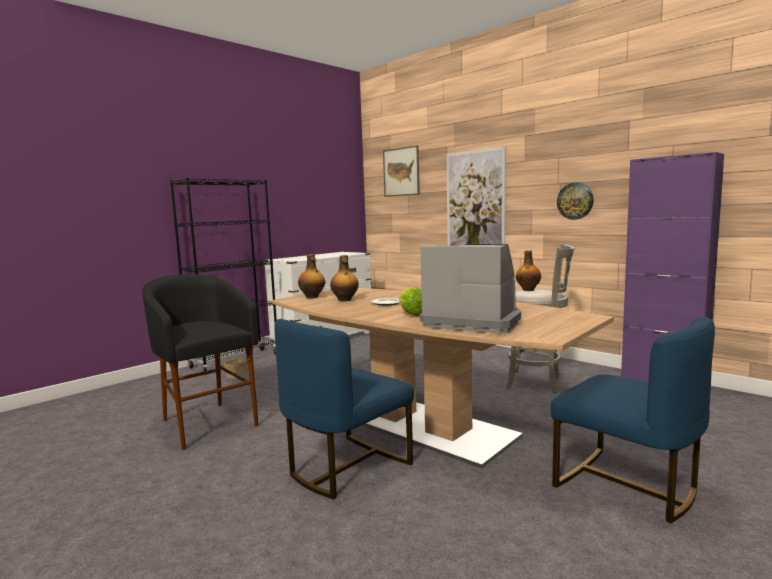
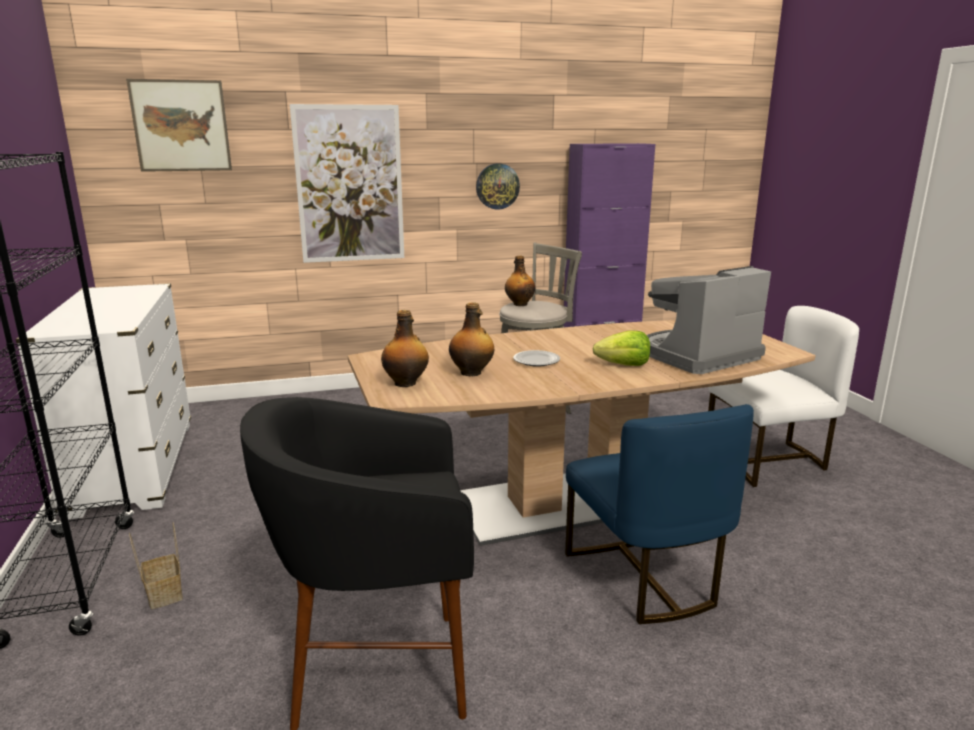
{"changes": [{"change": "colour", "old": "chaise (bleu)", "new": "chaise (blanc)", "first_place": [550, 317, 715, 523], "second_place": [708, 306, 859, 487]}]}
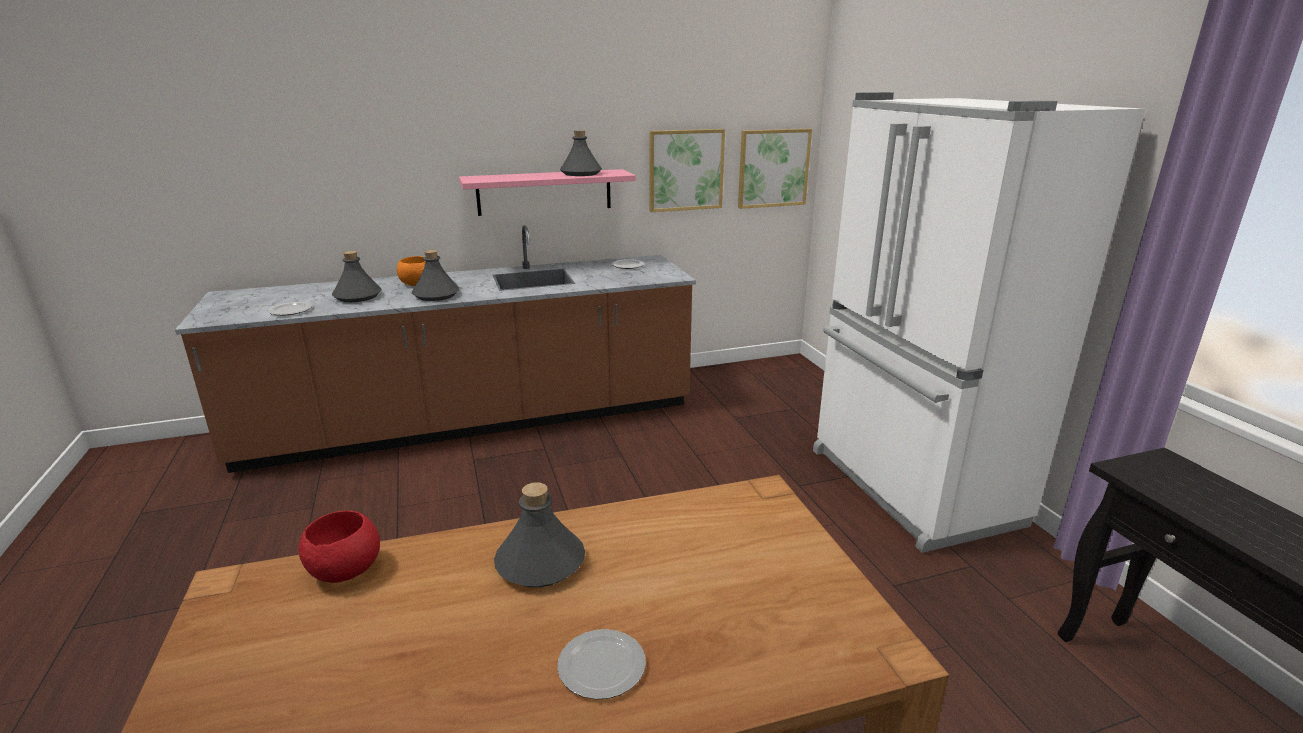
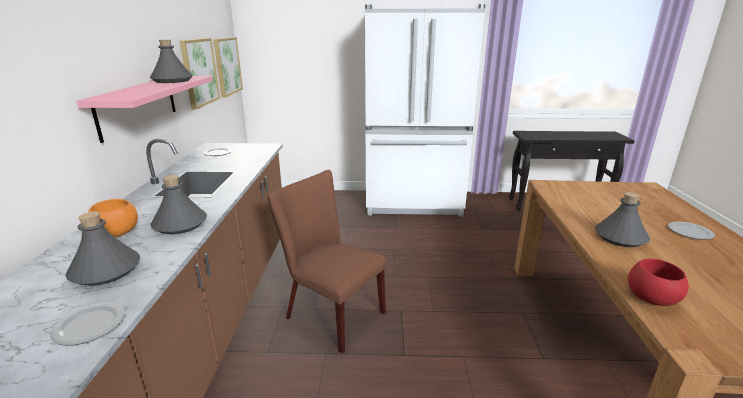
{"changes": [{"change": "appeared", "new": "chaise (marron)", "second_place": [268, 170, 387, 353]}]}
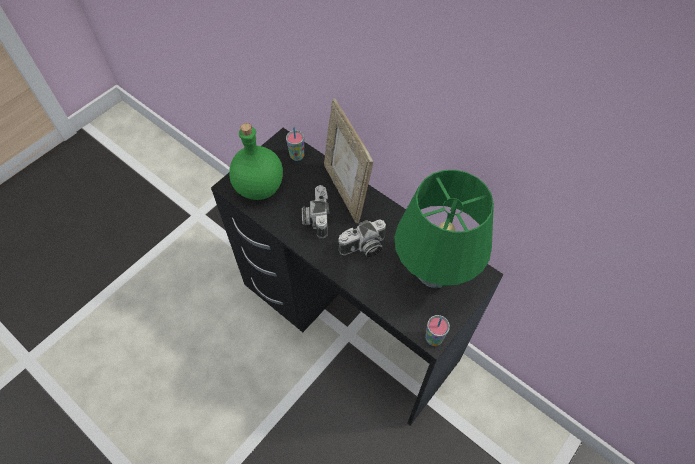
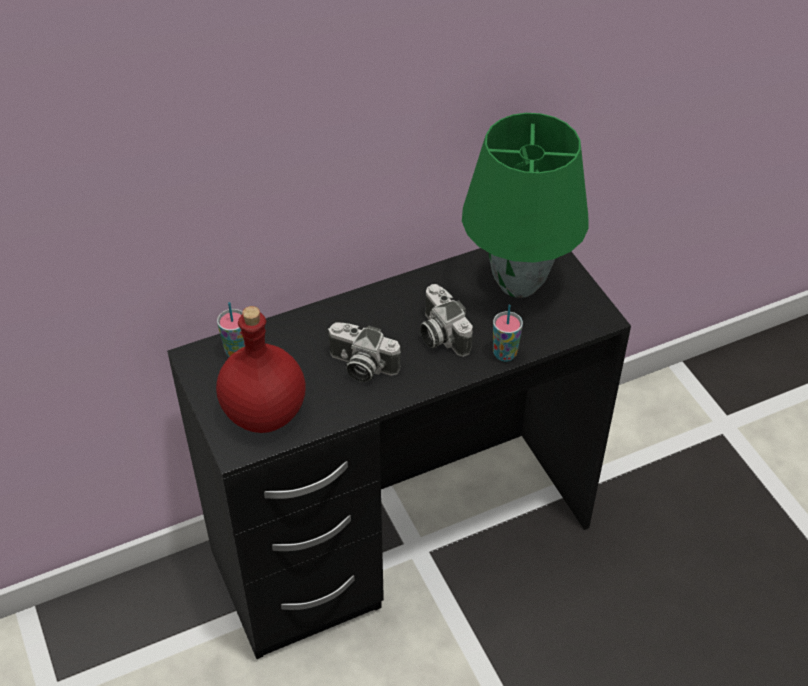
{"changes": [{"change": "missing", "old": "cadre photo", "first_place": [324, 98, 373, 223]}, {"change": "colour", "old": "bouteille (vert)", "new": "bouteille (rouge)", "first_place": [229, 123, 283, 200], "second_place": [216, 306, 306, 433]}, {"change": "spun", "old": "appareil photo", "first_place": [338, 219, 386, 257], "second_place": [420, 284, 473, 357], "degrees": 150}, {"change": "relocated", "old": "tasse", "first_place": [425, 315, 450, 346], "second_place": [493, 305, 523, 362]}]}
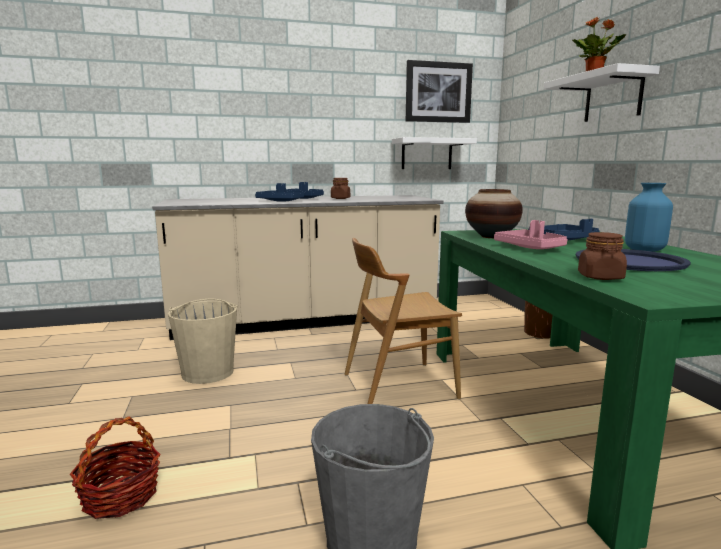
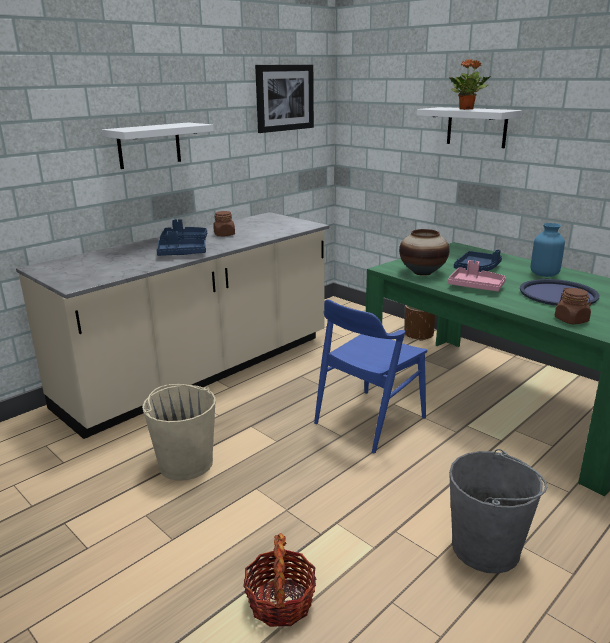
{"changes": [{"change": "relocated", "old": "étagère (blanc)", "first_place": [392, 137, 477, 169], "second_place": [102, 122, 213, 169]}, {"change": "colour", "old": "chaise (marron)", "new": "chaise (bleu)", "first_place": [345, 238, 462, 404], "second_place": [314, 300, 427, 454]}]}
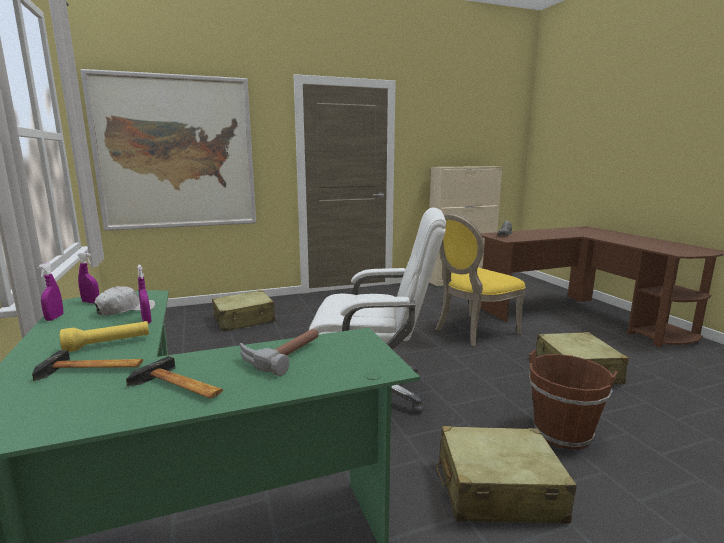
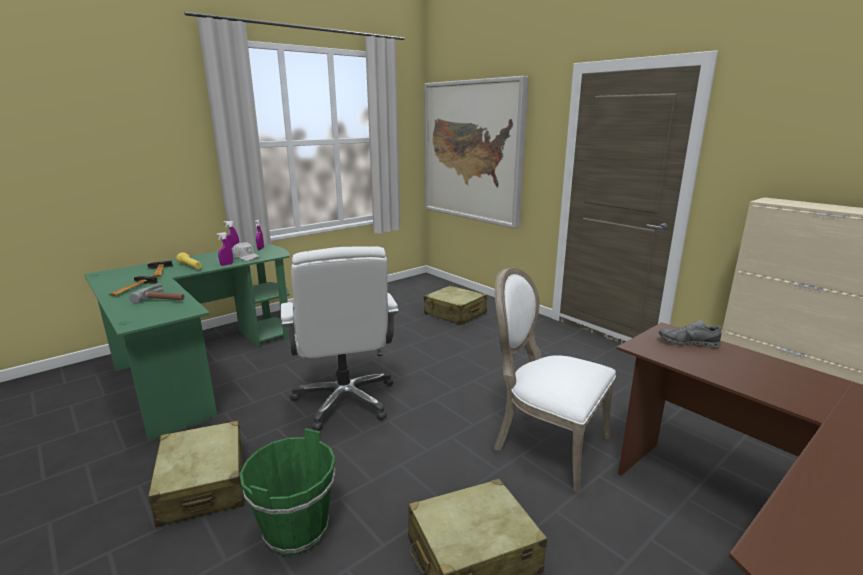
{"changes": [{"change": "colour", "old": "chaise (jaune)", "new": "chaise (blanc)", "first_place": [436, 213, 526, 346], "second_place": [494, 268, 616, 493]}, {"change": "colour", "old": "seau (marron)", "new": "seau (vert)", "first_place": [529, 350, 618, 449], "second_place": [240, 428, 336, 556]}]}
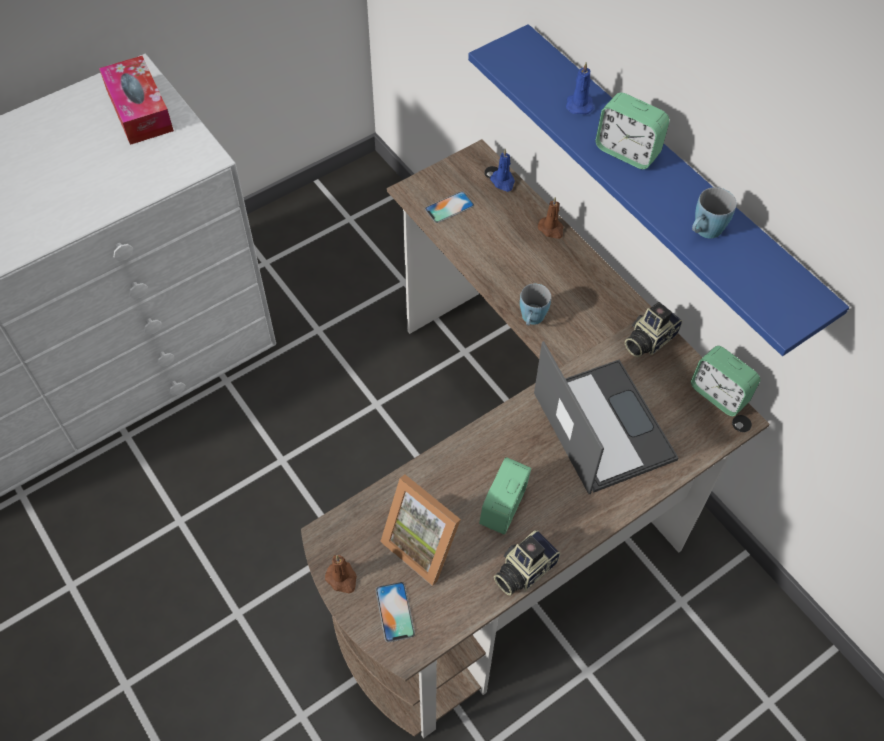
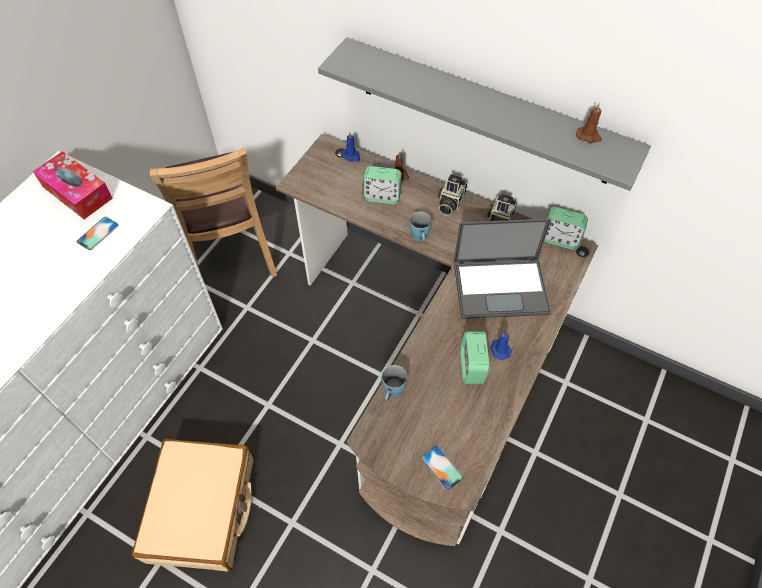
{"changes": [{"change": "colour", "old": "étagère (bleu)", "new": "étagère (gris)", "first_place": [468, 24, 849, 356], "second_place": [318, 37, 651, 191]}, {"change": "relocated", "old": "bougie (bleu)", "first_place": [566, 62, 594, 114], "second_place": [490, 331, 512, 360]}, {"change": "relocated", "old": "réveil", "first_place": [596, 93, 670, 169], "second_place": [362, 166, 402, 204]}, {"change": "relocated", "old": "mug (bleu)", "first_place": [692, 187, 737, 239], "second_place": [382, 365, 407, 401]}, {"change": "relocated", "old": "téléphone", "first_place": [425, 191, 474, 223], "second_place": [77, 217, 119, 250]}, {"change": "spun", "old": "ordinateur portable", "first_place": [534, 341, 678, 494], "second_place": [454, 219, 551, 319], "degrees": 135}, {"change": "missing", "old": "cadre photo", "first_place": [380, 475, 461, 586]}, {"change": "relocated", "old": "appareil photo", "first_place": [494, 530, 560, 596], "second_place": [438, 174, 468, 216]}, {"change": "relocated", "old": "bougie (marron)", "first_place": [325, 555, 357, 593], "second_place": [576, 103, 602, 143]}, {"change": "appeared", "new": "chaise (marron)", "second_place": [150, 148, 277, 277]}, {"change": "appeared", "new": "valise (beige)", "second_place": [132, 439, 254, 572]}]}
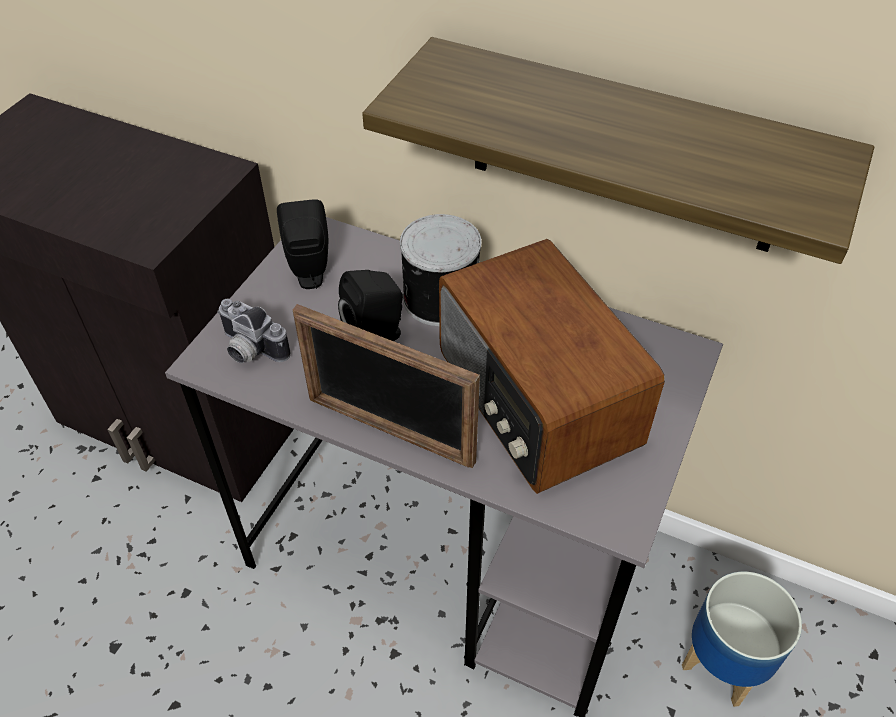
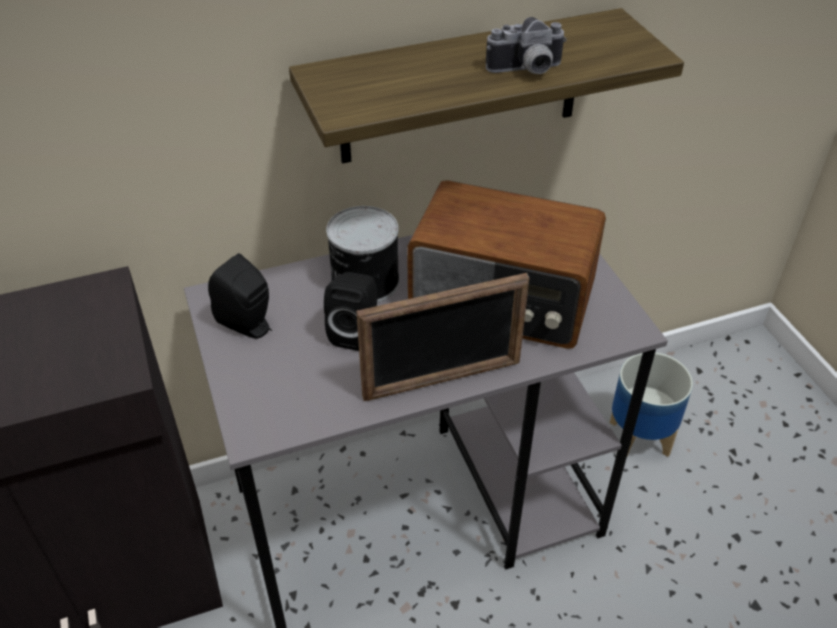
{"changes": [{"change": "relocated", "old": "appareil photo", "first_place": [217, 299, 290, 363], "second_place": [486, 17, 567, 74]}]}
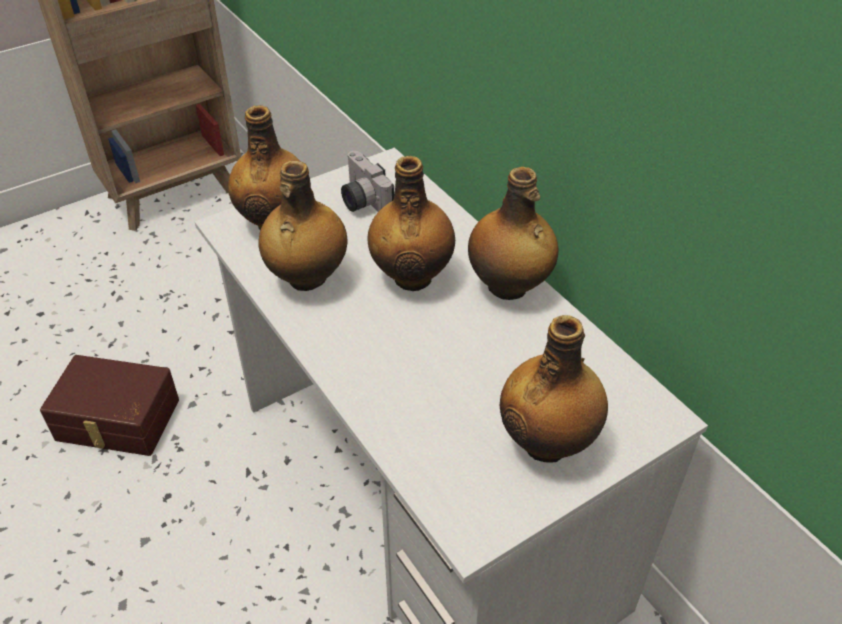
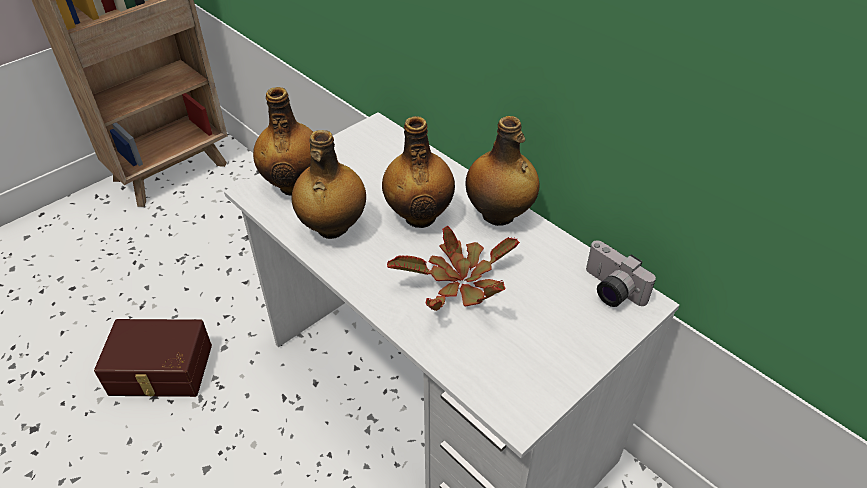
{"changes": [{"change": "relocated", "old": "appareil photo", "first_place": [341, 151, 394, 212], "second_place": [586, 240, 656, 307]}, {"change": "missing", "old": "bouteille", "first_place": [500, 315, 608, 463]}, {"change": "appeared", "new": "plante en pot", "second_place": [387, 226, 520, 311]}]}
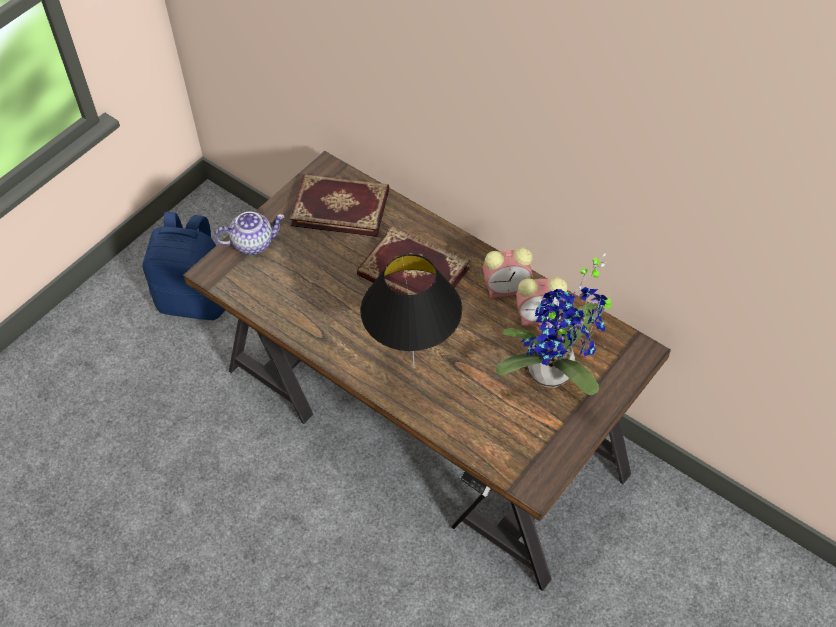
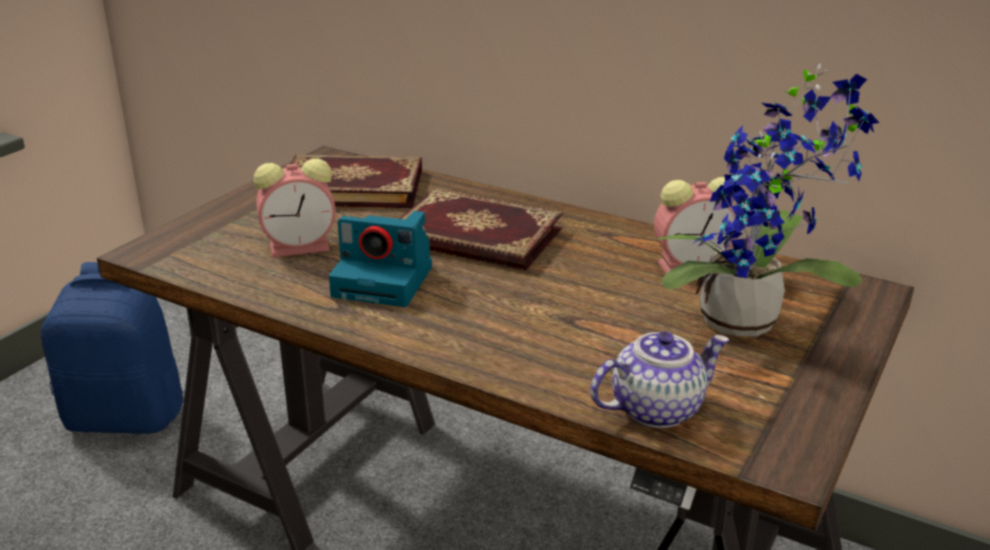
{"changes": [{"change": "relocated", "old": "théière", "first_place": [215, 212, 285, 255], "second_place": [590, 331, 729, 428]}, {"change": "relocated", "old": "réveil", "first_place": [483, 248, 533, 298], "second_place": [254, 158, 336, 257]}, {"change": "missing", "old": "lampe de table (noir)", "first_place": [361, 254, 462, 369]}, {"change": "appeared", "new": "appareil photo", "second_place": [329, 211, 432, 307]}]}
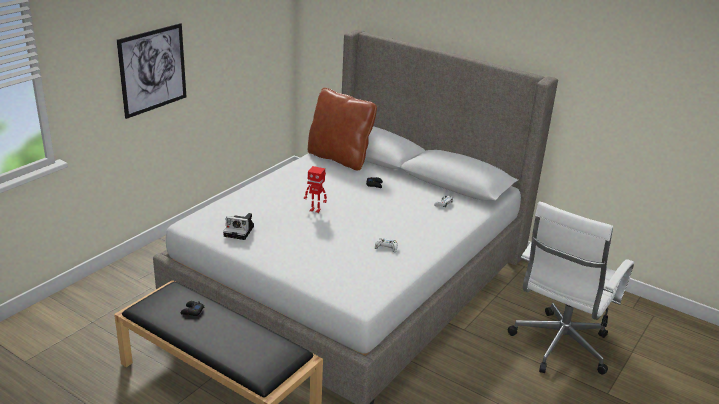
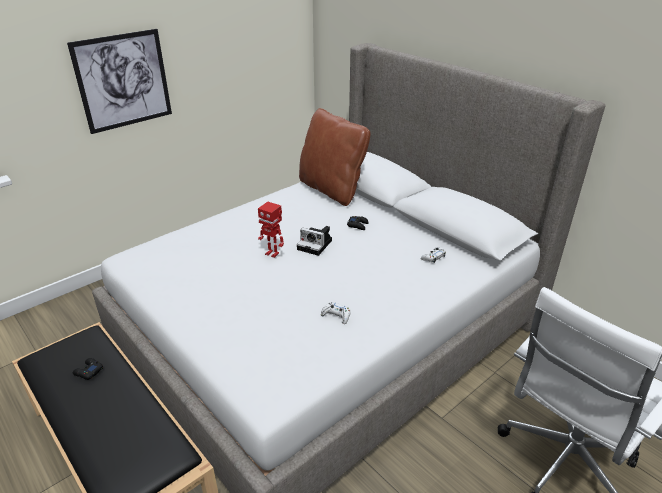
{"changes": [{"change": "relocated", "old": "appareil photo", "first_place": [223, 213, 254, 240], "second_place": [297, 226, 332, 256]}]}
